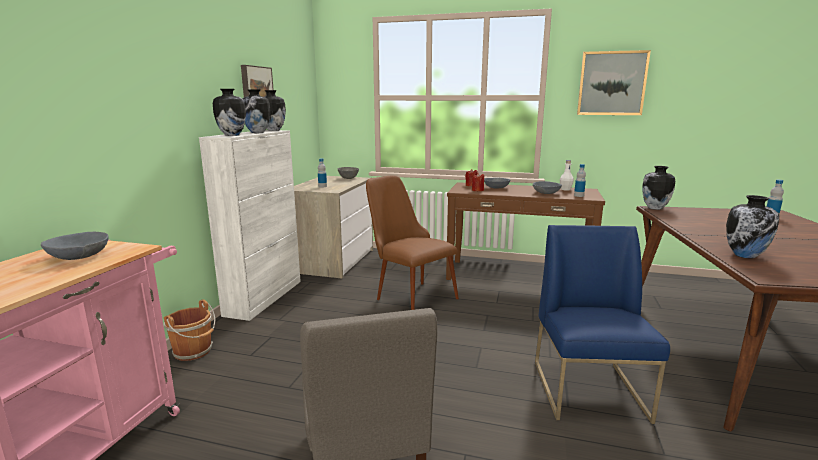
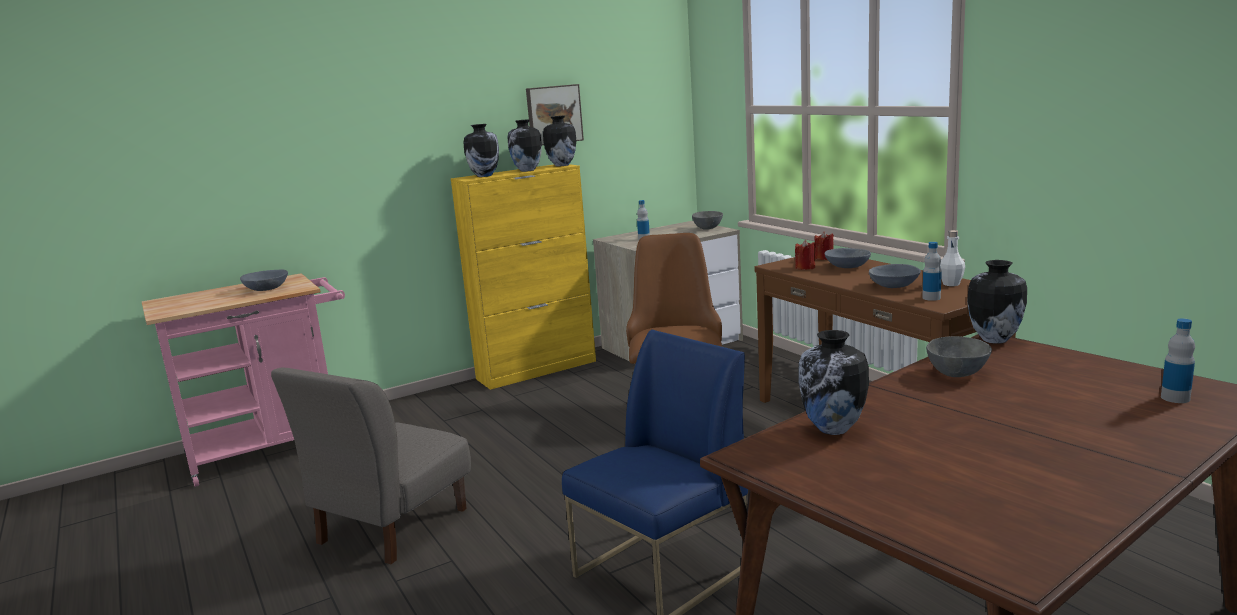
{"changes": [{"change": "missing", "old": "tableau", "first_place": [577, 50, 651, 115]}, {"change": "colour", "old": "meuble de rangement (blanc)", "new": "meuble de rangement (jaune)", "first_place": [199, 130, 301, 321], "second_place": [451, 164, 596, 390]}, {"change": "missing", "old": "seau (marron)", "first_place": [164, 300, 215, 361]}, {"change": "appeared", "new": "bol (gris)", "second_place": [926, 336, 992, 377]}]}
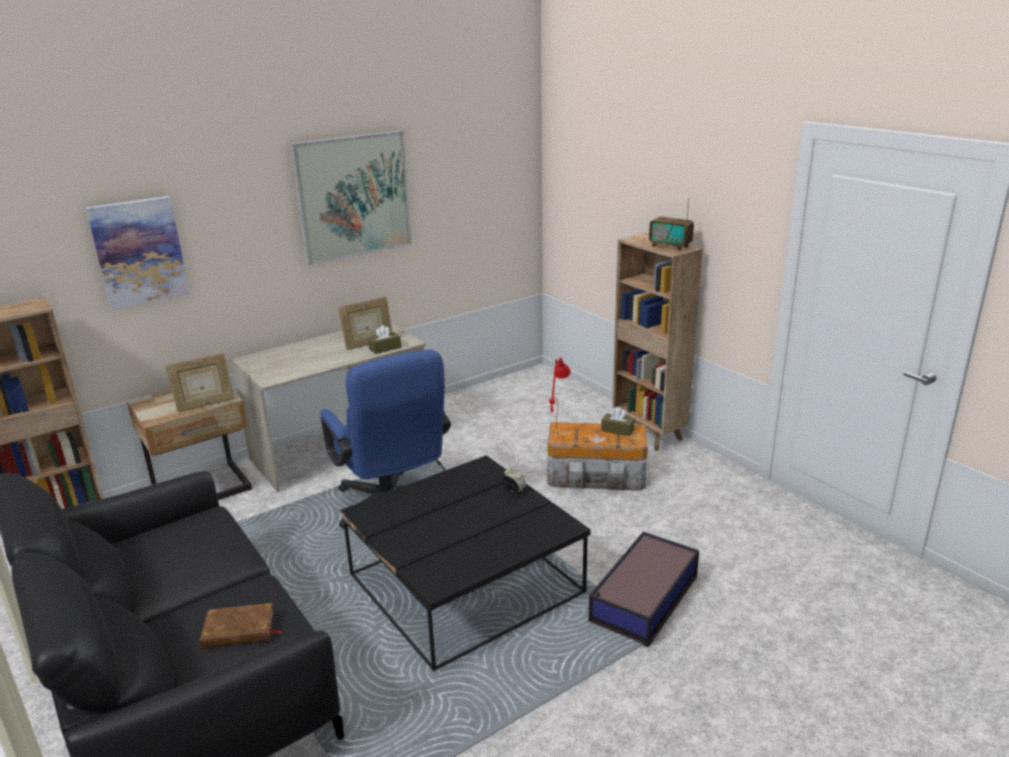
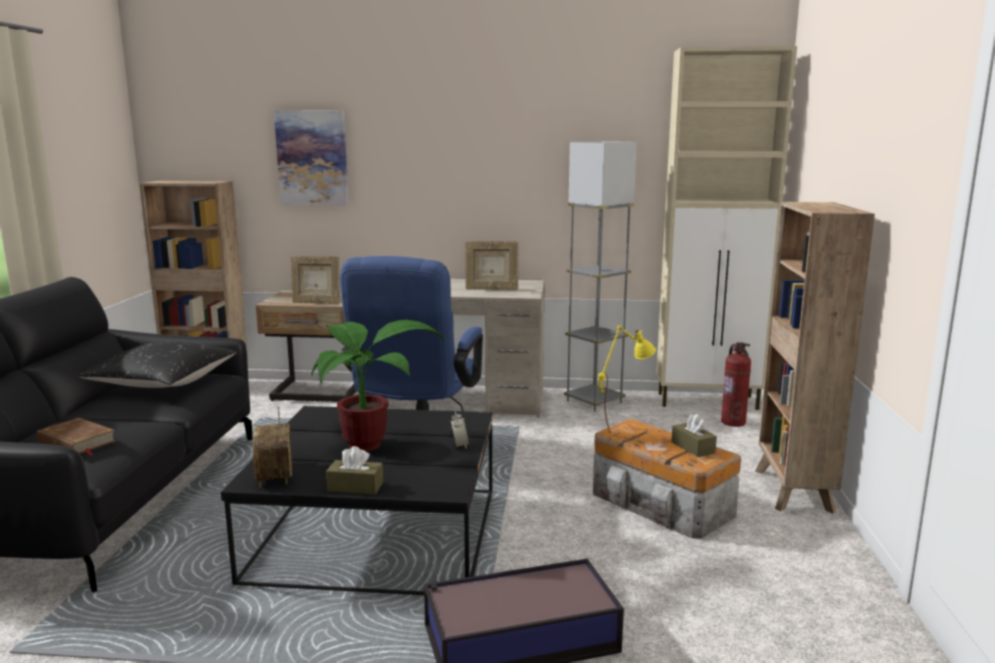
{"changes": [{"change": "missing", "old": "tableau", "first_place": [290, 130, 412, 265]}, {"change": "relocated", "old": "radio", "first_place": [649, 198, 694, 251], "second_place": [253, 406, 292, 487]}, {"change": "relocated", "old": "boîte à mouchoirs (marron)", "first_place": [368, 325, 401, 354], "second_place": [326, 446, 383, 494]}, {"change": "colour", "old": "lampe de table (rouge)", "new": "lampe de table (jaune)", "first_place": [549, 357, 571, 439], "second_place": [598, 325, 656, 433]}, {"change": "appeared", "new": "meuble de rangement (beige)", "second_place": [656, 46, 797, 410]}, {"change": "appeared", "new": "lampadaire (gris)", "second_place": [564, 141, 637, 412]}, {"change": "appeared", "new": "plante en pot", "second_place": [312, 320, 445, 452]}, {"change": "appeared", "new": "coussin (noir)", "second_place": [79, 341, 237, 388]}, {"change": "appeared", "new": "extincteur", "second_place": [721, 342, 751, 427]}]}
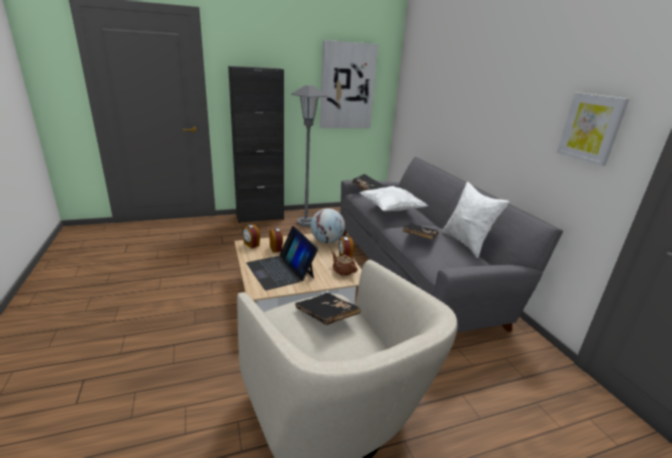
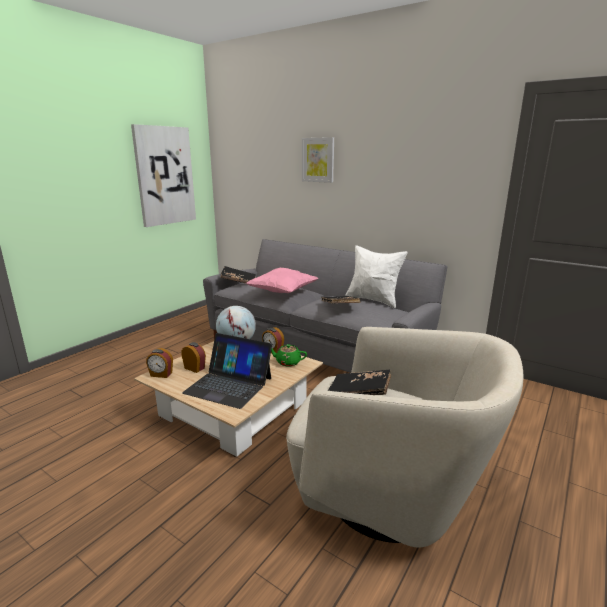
{"changes": [{"change": "missing", "old": "meuble de rangement (noir)", "first_place": [228, 66, 284, 223]}, {"change": "missing", "old": "lampadaire (gris)", "first_place": [291, 85, 328, 227]}, {"change": "relocated", "old": "tableau", "first_place": [557, 92, 629, 166], "second_place": [302, 137, 334, 183]}, {"change": "colour", "old": "coussin (blanc)", "new": "coussin (rose)", "first_place": [359, 186, 428, 211], "second_place": [246, 268, 319, 293]}, {"change": "colour", "old": "théière (marron)", "new": "théière (vert)", "first_place": [332, 252, 358, 276], "second_place": [271, 344, 307, 367]}]}
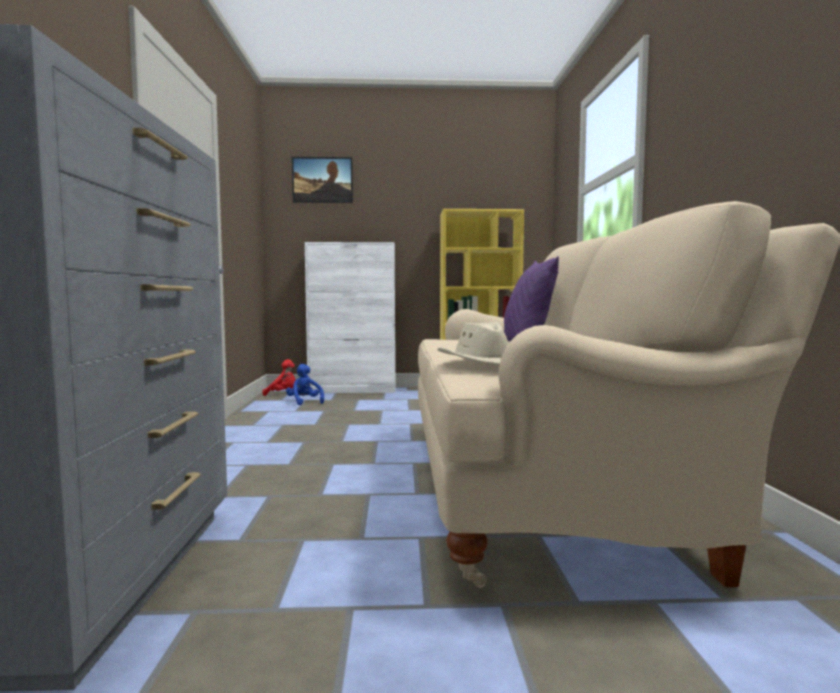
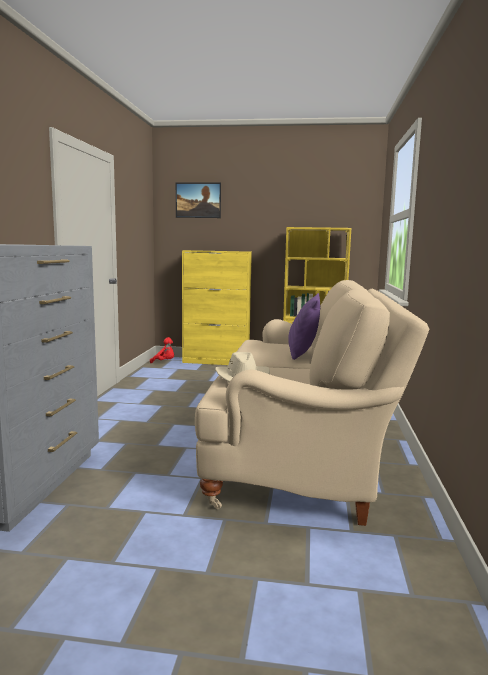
{"changes": [{"change": "colour", "old": "meuble de rangement (blanc)", "new": "meuble de rangement (jaune)", "first_place": [305, 242, 395, 393], "second_place": [182, 250, 252, 365]}, {"change": "missing", "old": "peluche (bleu)", "first_place": [286, 364, 324, 405]}]}
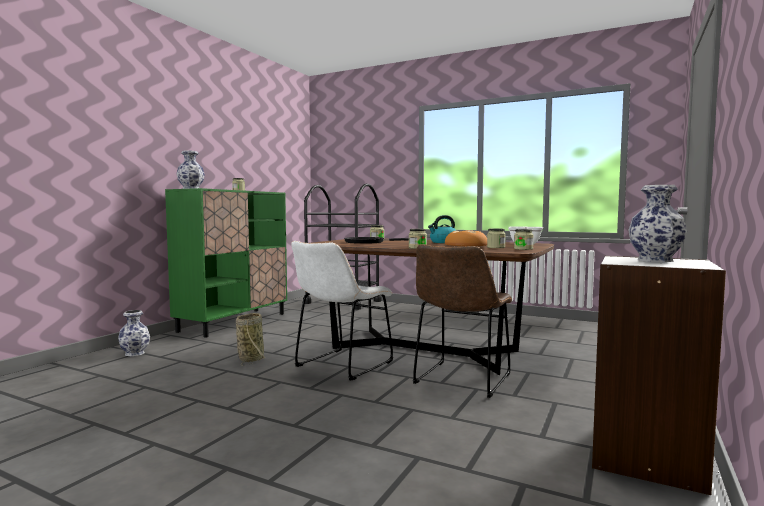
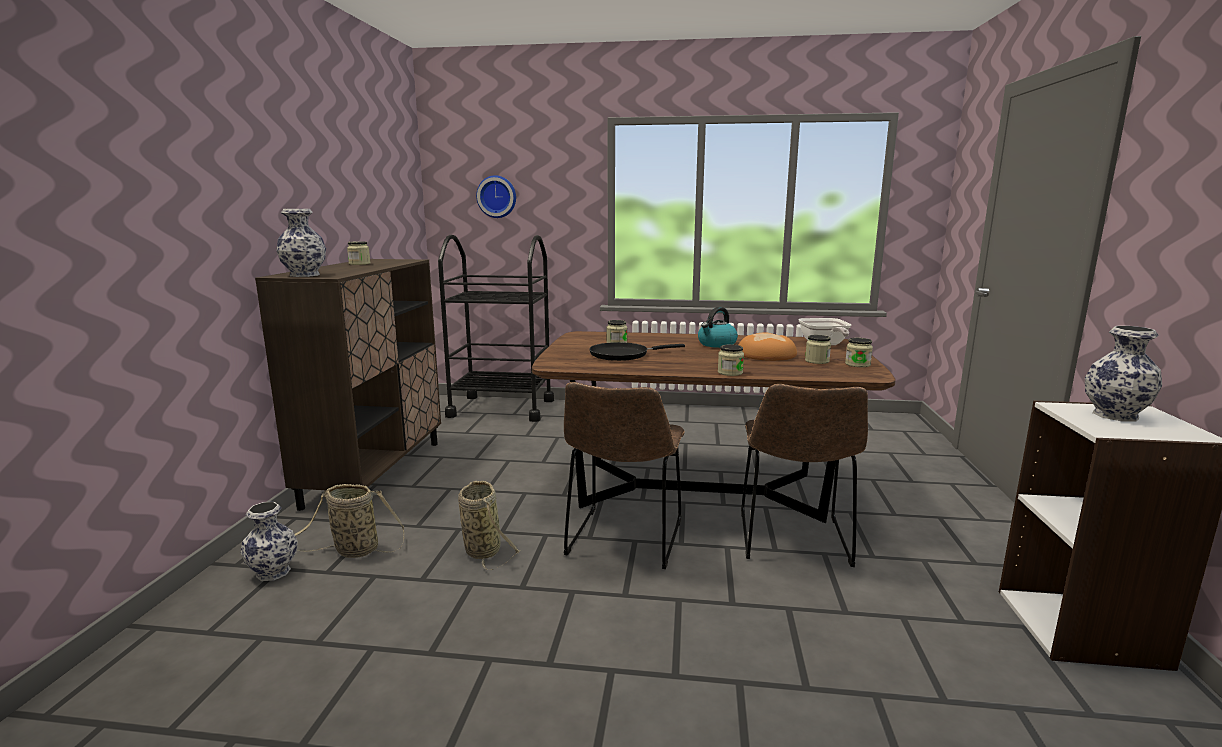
{"changes": [{"change": "colour", "old": "meuble de rangement (vert)", "new": "meuble de rangement (marron)", "first_place": [165, 188, 287, 338], "second_place": [255, 259, 441, 511]}, {"change": "colour", "old": "chaise (blanc)", "new": "chaise (marron)", "first_place": [291, 241, 393, 380], "second_place": [564, 382, 685, 569]}, {"change": "appeared", "new": "horloge murale", "second_place": [476, 175, 516, 218]}, {"change": "appeared", "new": "panier", "second_place": [295, 484, 404, 558]}]}
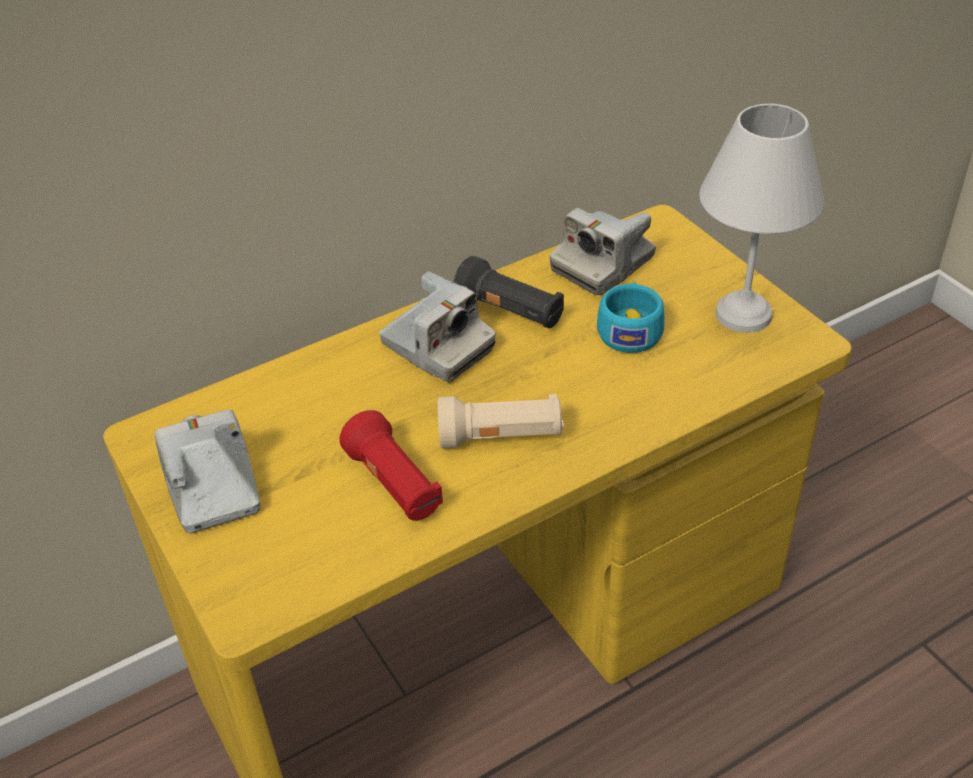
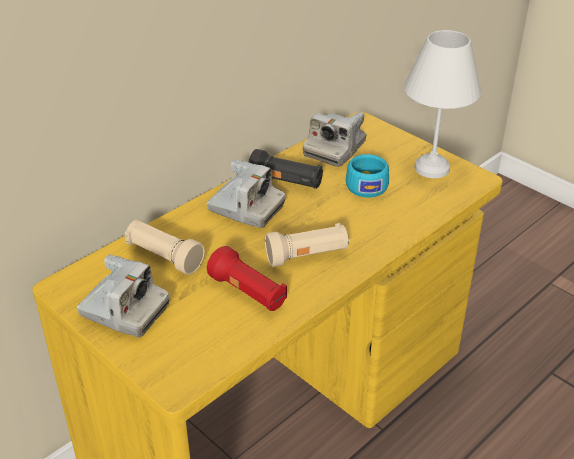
{"changes": [{"change": "spun", "old": "appareil photo", "first_place": [155, 410, 261, 534], "second_place": [77, 254, 170, 337], "degrees": 150}, {"change": "appeared", "new": "lampe de poche (beige)", "second_place": [125, 219, 205, 275]}]}
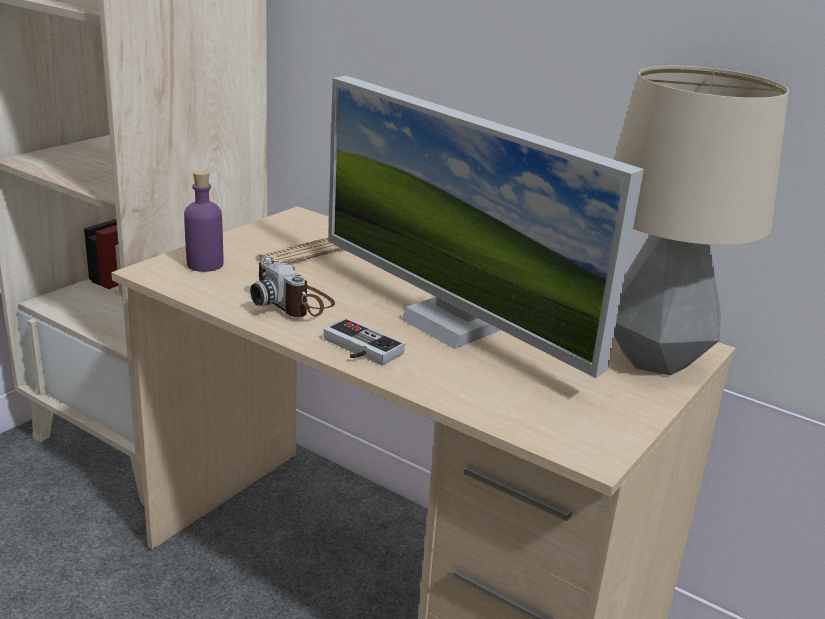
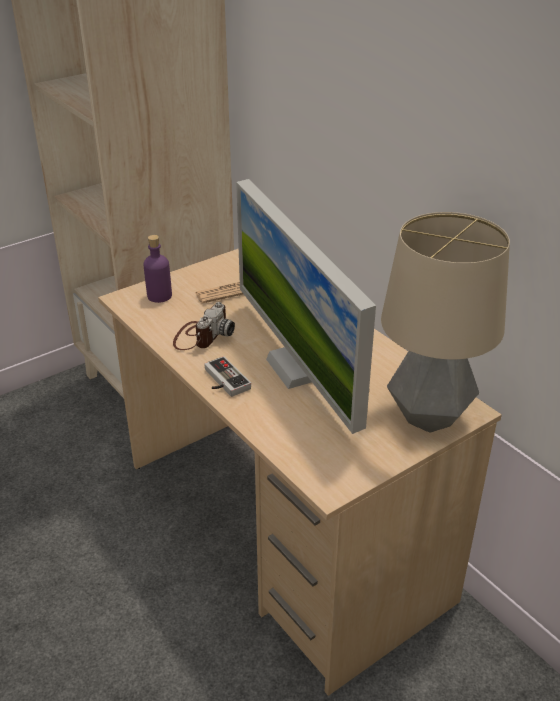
{"changes": [{"change": "spun", "old": "appareil photo", "first_place": [250, 257, 335, 317], "second_place": [173, 302, 235, 350], "degrees": -135}]}
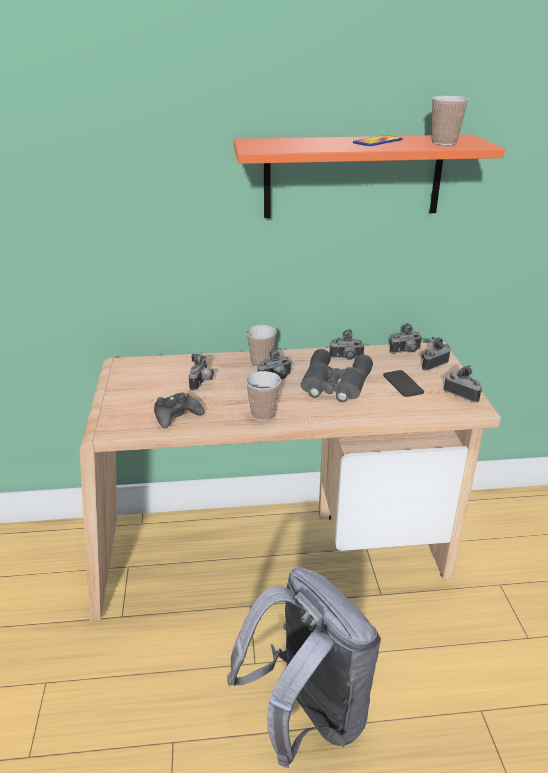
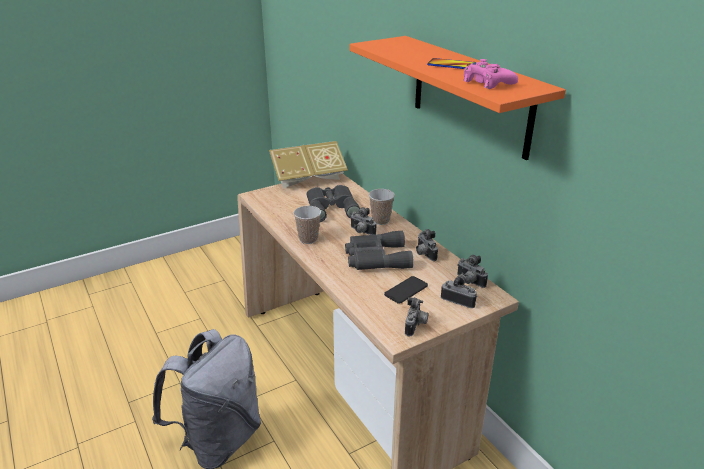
{"changes": [{"change": "exchanged", "old": "tasse", "new": "manette (rose)", "first_place": [431, 96, 469, 145], "second_place": [463, 59, 518, 89]}, {"change": "exchanged", "old": "appareil photo", "new": "jumelles (gris)", "first_place": [189, 354, 214, 391], "second_place": [306, 185, 360, 222]}, {"change": "missing", "old": "manette (noir)", "first_place": [154, 392, 204, 428]}, {"change": "appeared", "new": "livre", "second_place": [269, 141, 348, 189]}]}
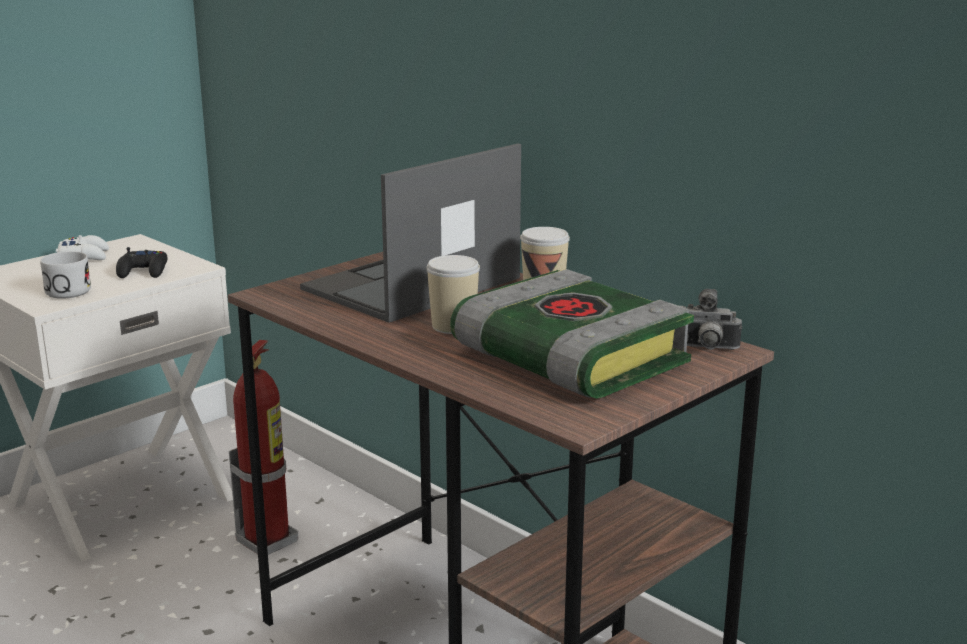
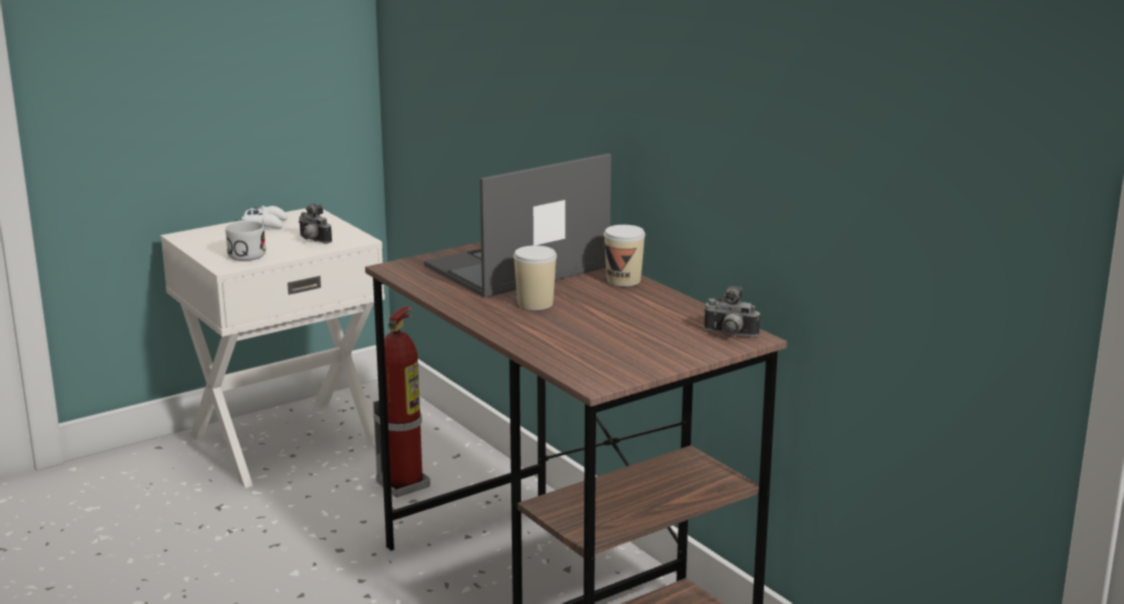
{"changes": [{"change": "exchanged", "old": "manette (noir)", "new": "appareil photo", "first_place": [116, 247, 168, 278], "second_place": [299, 203, 332, 244]}, {"change": "missing", "old": "livre", "first_place": [450, 269, 694, 398]}]}
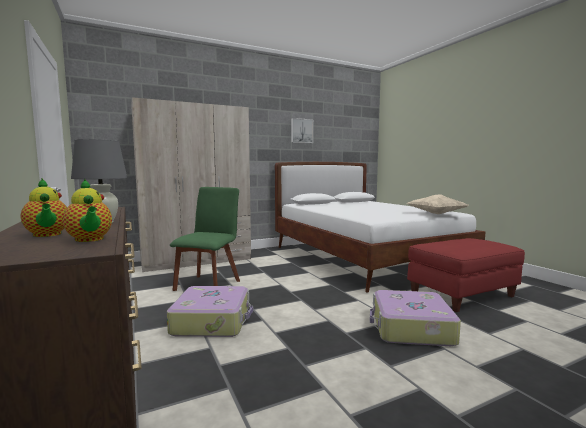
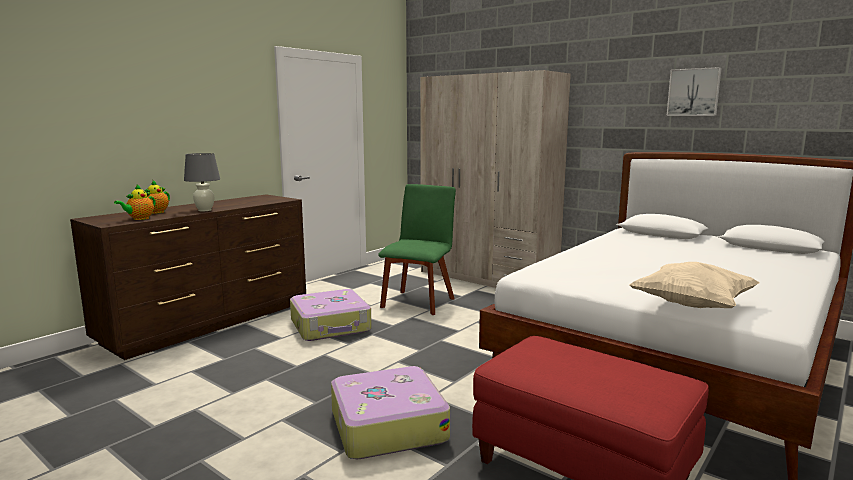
{"changes": [{"change": "spun", "old": "chaise (vert)", "first_place": [170, 187, 240, 291], "second_place": [378, 184, 456, 315], "degrees": -60}]}
